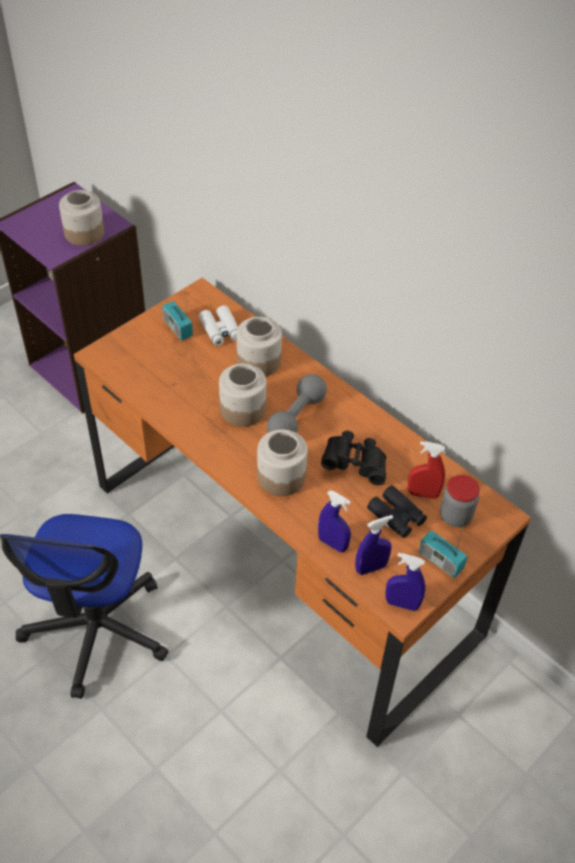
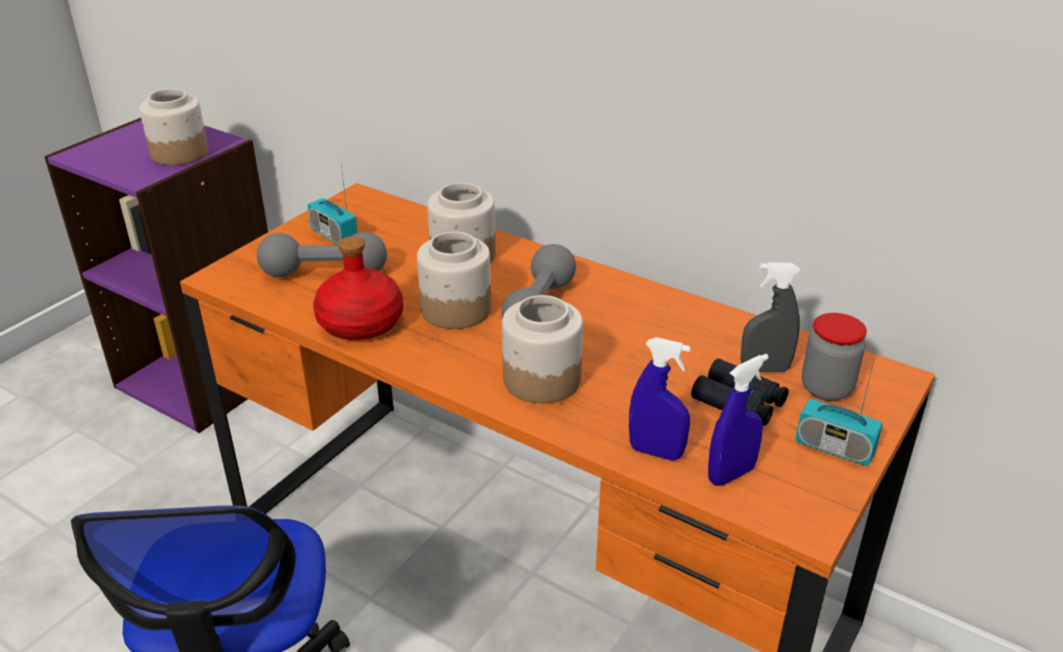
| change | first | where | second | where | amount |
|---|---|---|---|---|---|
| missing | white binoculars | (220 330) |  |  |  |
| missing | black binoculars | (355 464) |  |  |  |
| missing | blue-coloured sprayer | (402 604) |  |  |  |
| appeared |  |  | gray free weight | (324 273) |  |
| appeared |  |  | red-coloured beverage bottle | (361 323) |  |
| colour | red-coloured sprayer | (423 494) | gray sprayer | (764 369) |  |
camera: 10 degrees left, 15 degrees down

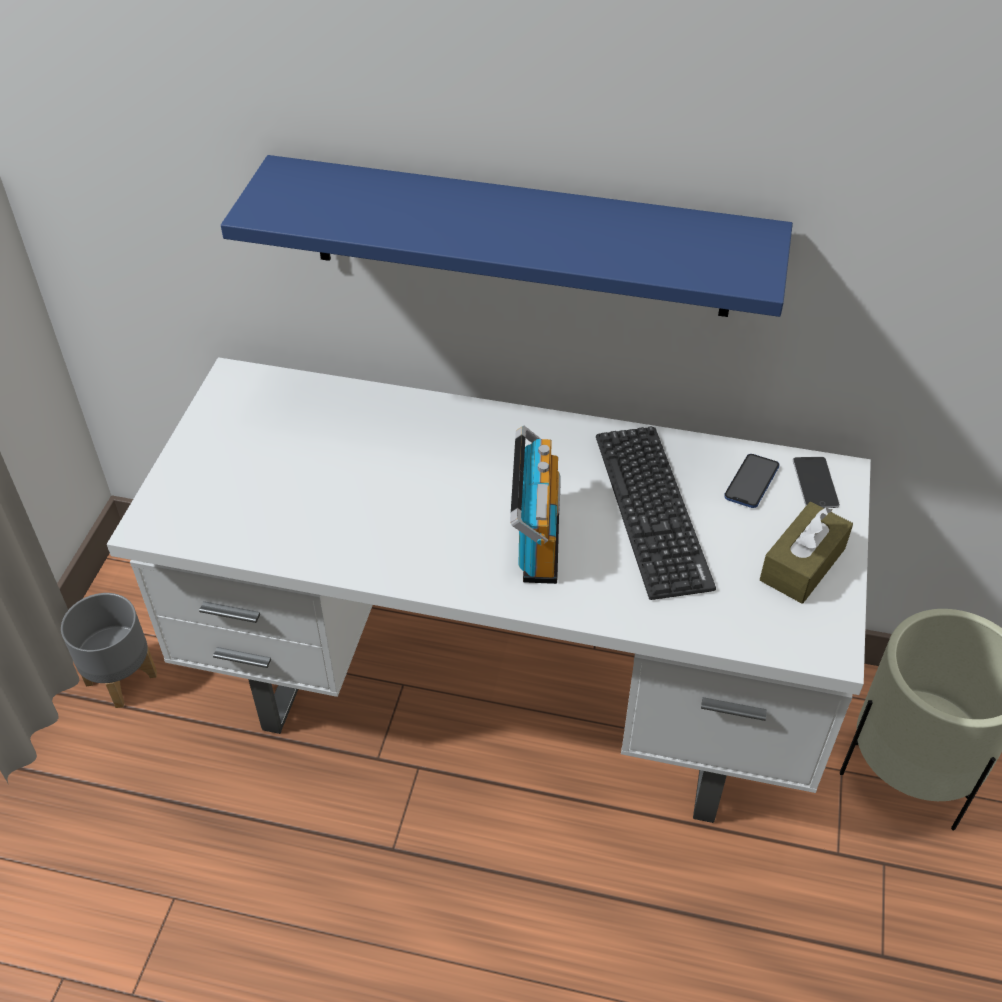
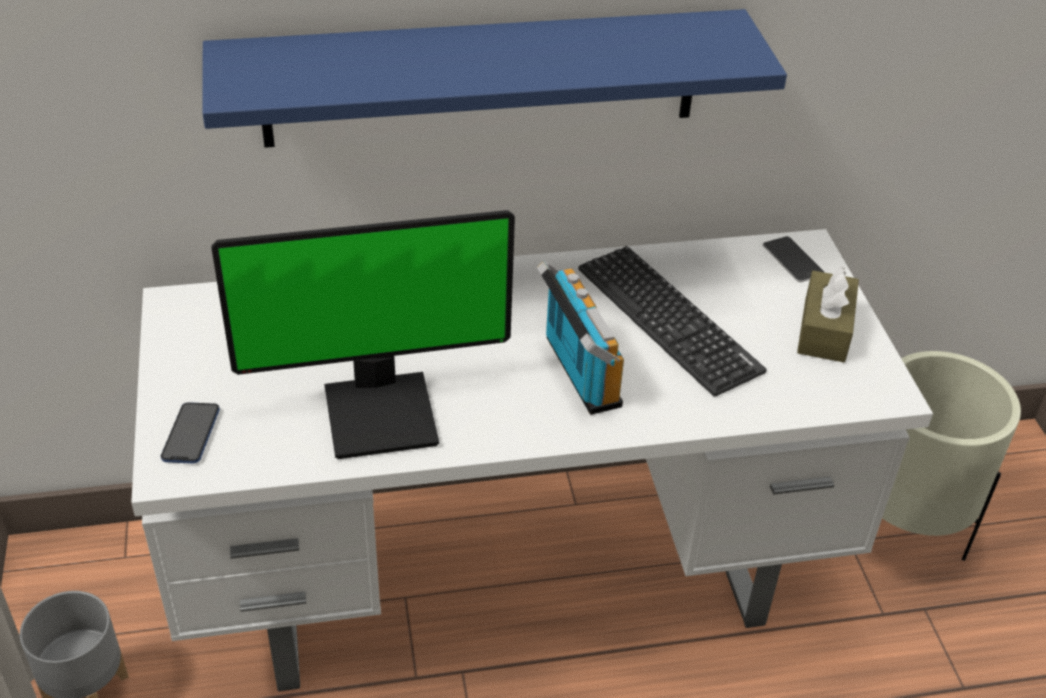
| change | first | where | second | where | amount |
|---|---|---|---|---|---|
| appeared |  |  | computer screen | (381 412) |  |
| relocated | handset | (751 482) |  | (191 434) |  |
camera: 25 degrees left, 5 degrees down

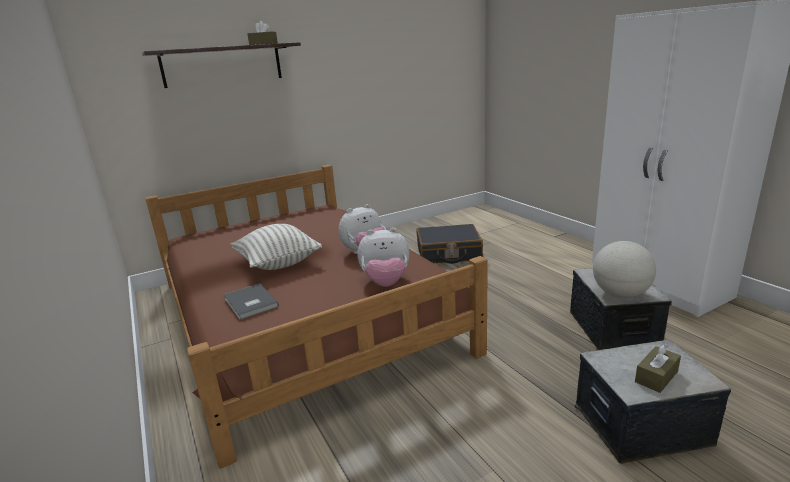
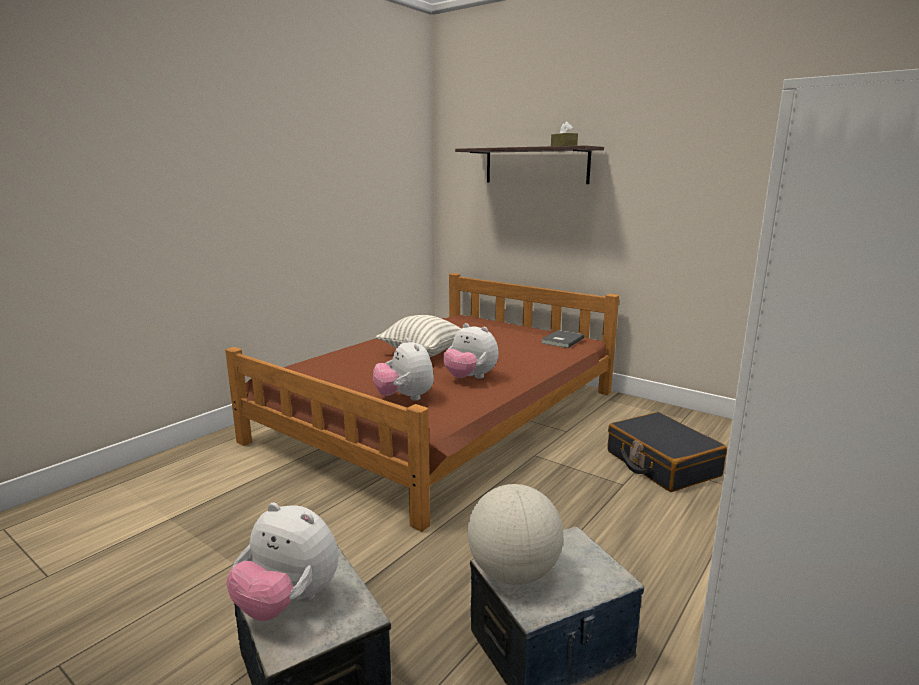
| change | first | where | second | where | amount |
|---|---|---|---|---|---|
| relocated | gray bound book | (249 303) |  | (561 340) |  |
| exchanged | brown-coloured tissue box | (656 376) | soft toy | (288 602) |  |
camera: 65 degrees right, 5 degrees down

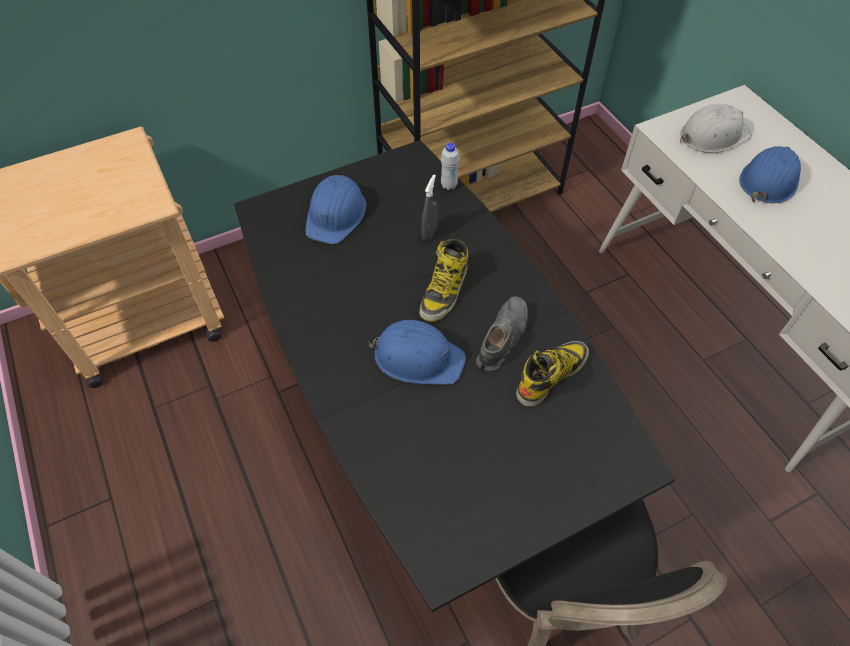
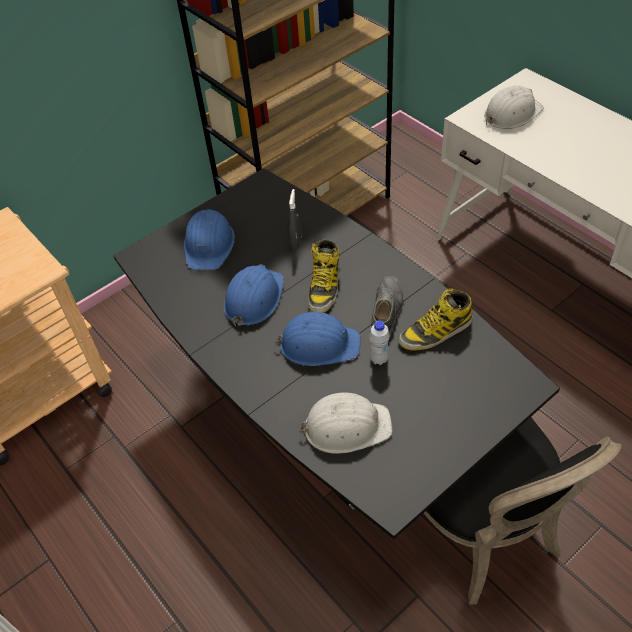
| change | first | where | second | where | amount |
|---|---|---|---|---|---|
| appeared |  |  | white hard hat | (346 426) |  |
| relocated | white beverage bottle | (449 185) |  | (379 359) |  |
| relocated | blue-coloured hard hat | (769 180) |  | (253 298) |  |
| spun | tall boot | (551 375) |  | (435 332) | 150 degrees counterclockwise |
camera: 10 degrees left, 5 degrees down

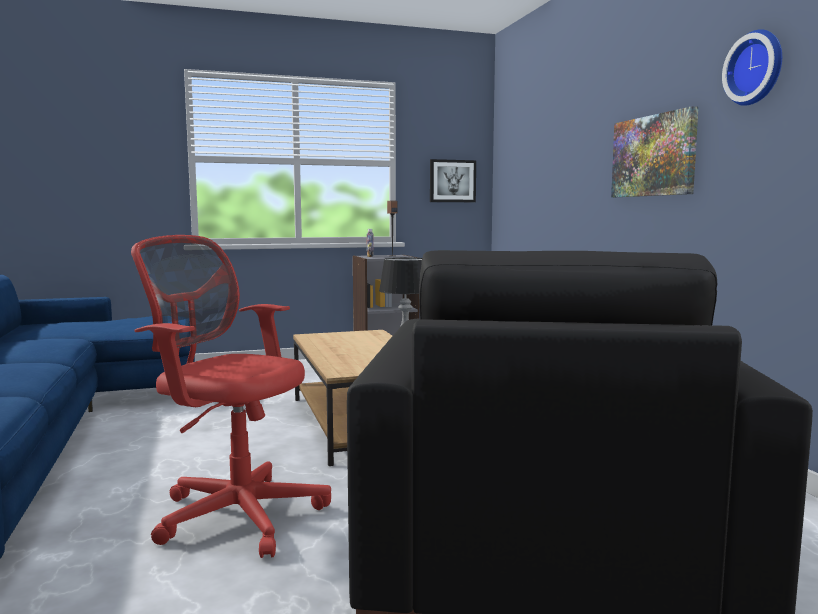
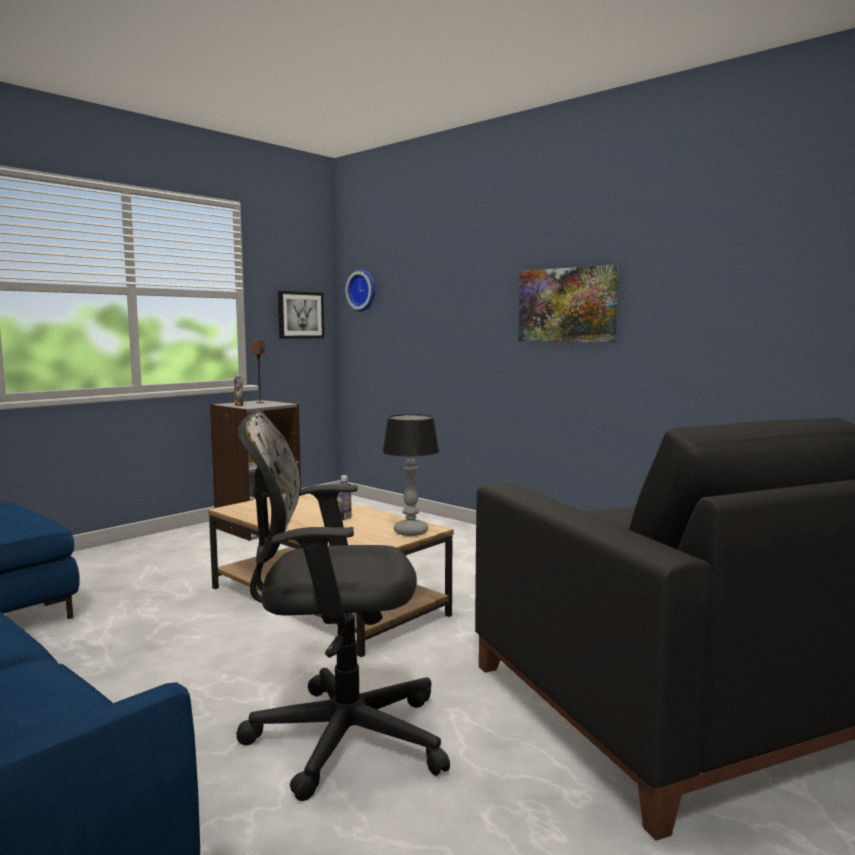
| change | first | where | second | where | amount |
|---|---|---|---|---|---|
| appeared |  |  | beverage bottle | (344 518) |  |
| relocated | hanging clock | (757 68) |  | (363 290) |  |
| colour | red-coloured desk chair | (235 513) | black desk chair | (337 737) |  |
camera: 30 degrees left, 0 degrees up

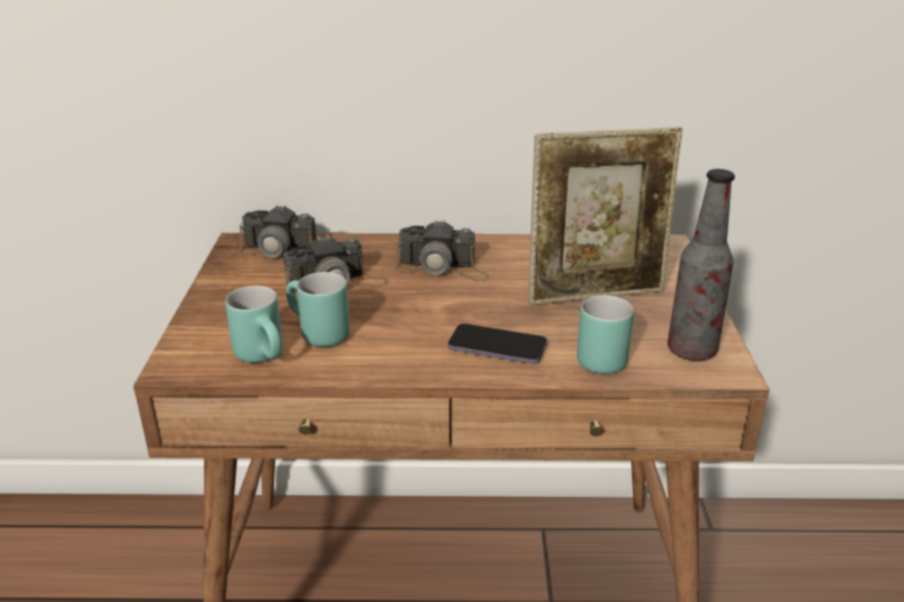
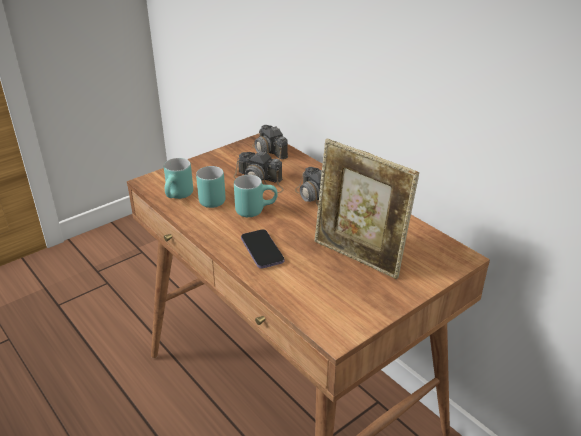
| change | first | where | second | where | amount |
|---|---|---|---|---|---|
| missing | beverage bottle | (691 351) |  |  |  |
| relocated | blue-green tea mug | (603 356) |  | (255 210) |  |
camera: 50 degrees right, 5 degrees up

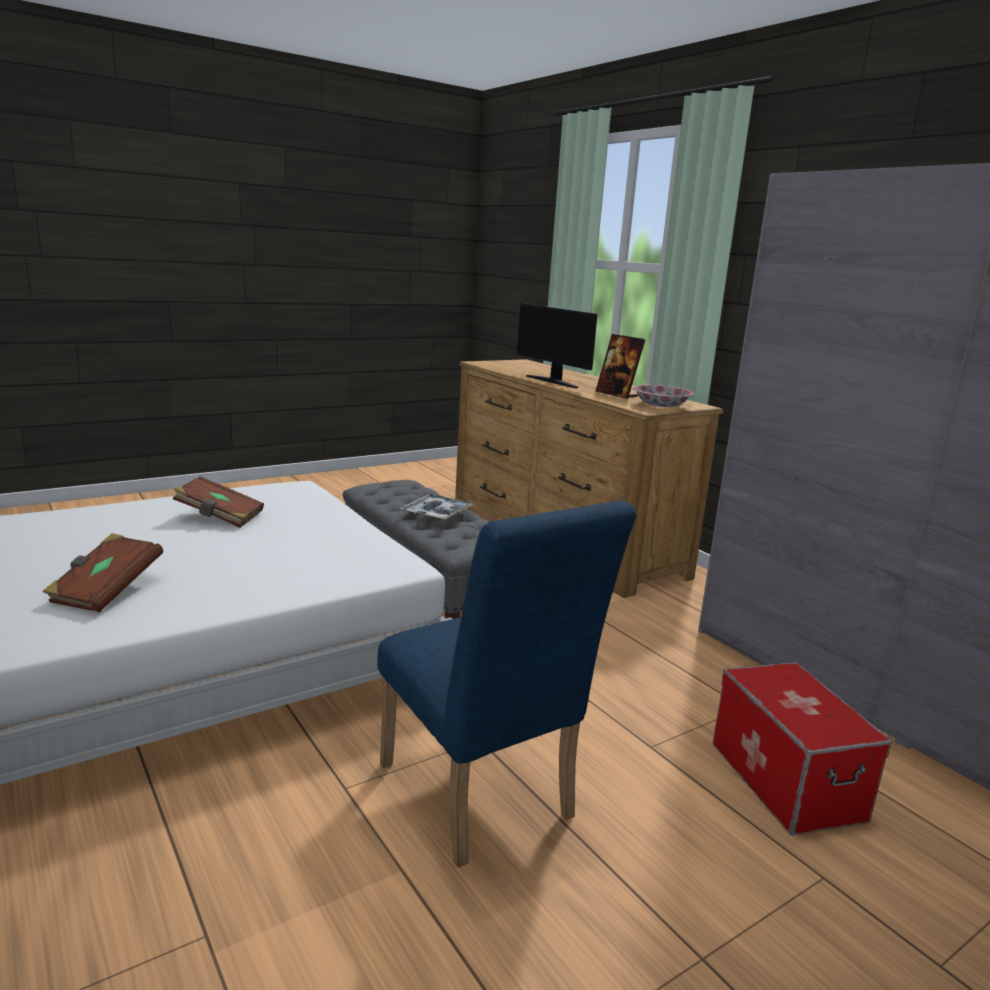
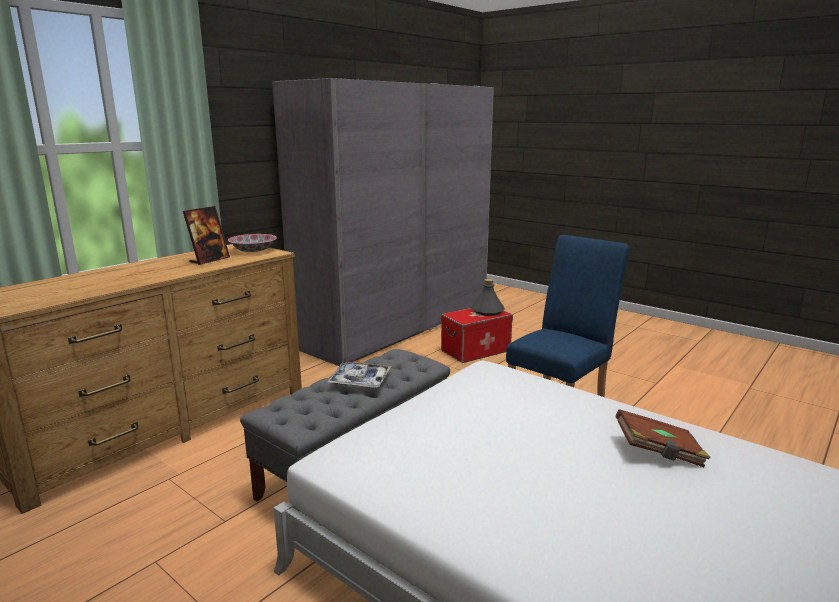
| change | first | where | second | where | amount |
|---|---|---|---|---|---|
| missing | brown-coloured bound book | (219 517) |  |  |  |
| missing | computer screen | (553 381) |  |  |  |
| appeared |  |  | gray beverage bottle | (487 311) |  |
camera: 105 degrees left, 0 degrees up

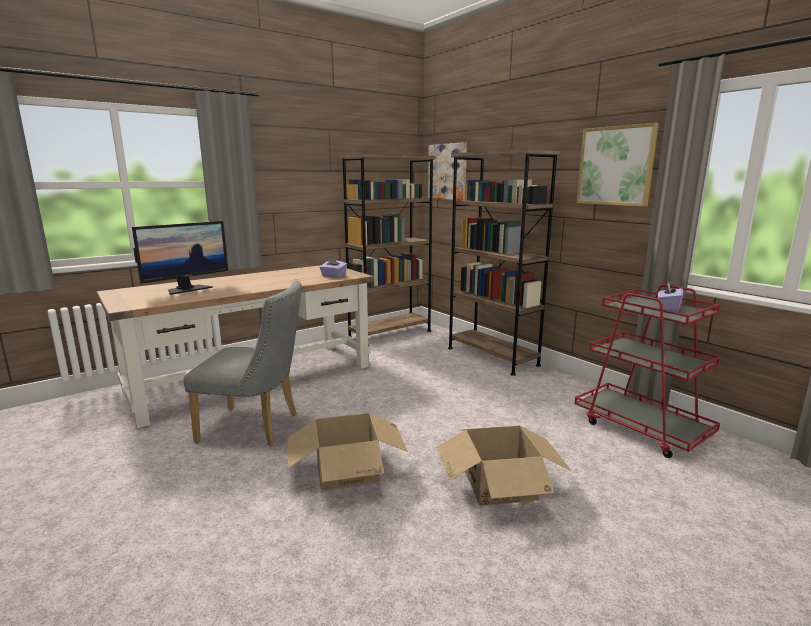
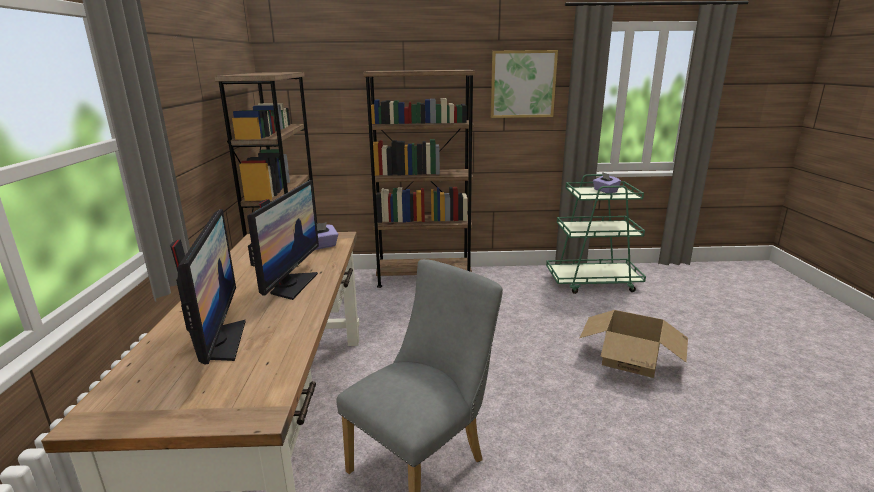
| change | first | where | second | where | amount |
|---|---|---|---|---|---|
| missing | carton | (347 469) |  |  |  |
| missing | wall picture | (448 172) |  |  |  |
| appeared |  |  | computer screen | (291 285) |  |
| colour | red-coloured wheeled cart | (641 428) | green-coloured wheeled cart | (593 282) |  |
camera: 55 degrees left, 5 degrees up

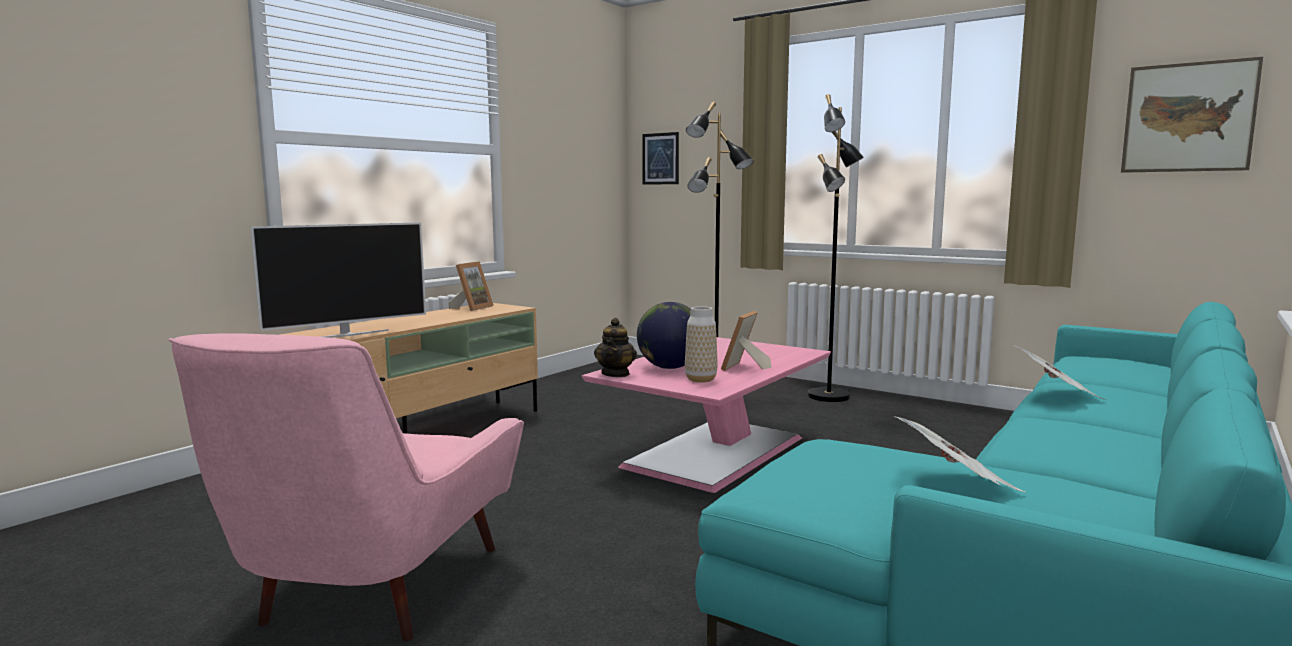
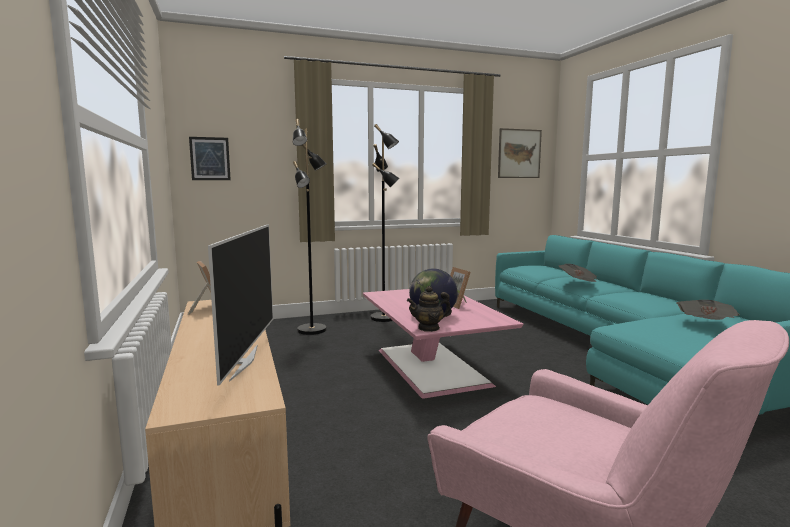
| change | first | where | second | where | amount |
|---|---|---|---|---|---|
| missing | flower vase | (700 379) |  |  |  |
| spun | pot for tea | (616 374) |  | (429 328) | 120 degrees clockwise |
camera: 55 degrees left, 0 degrees up

